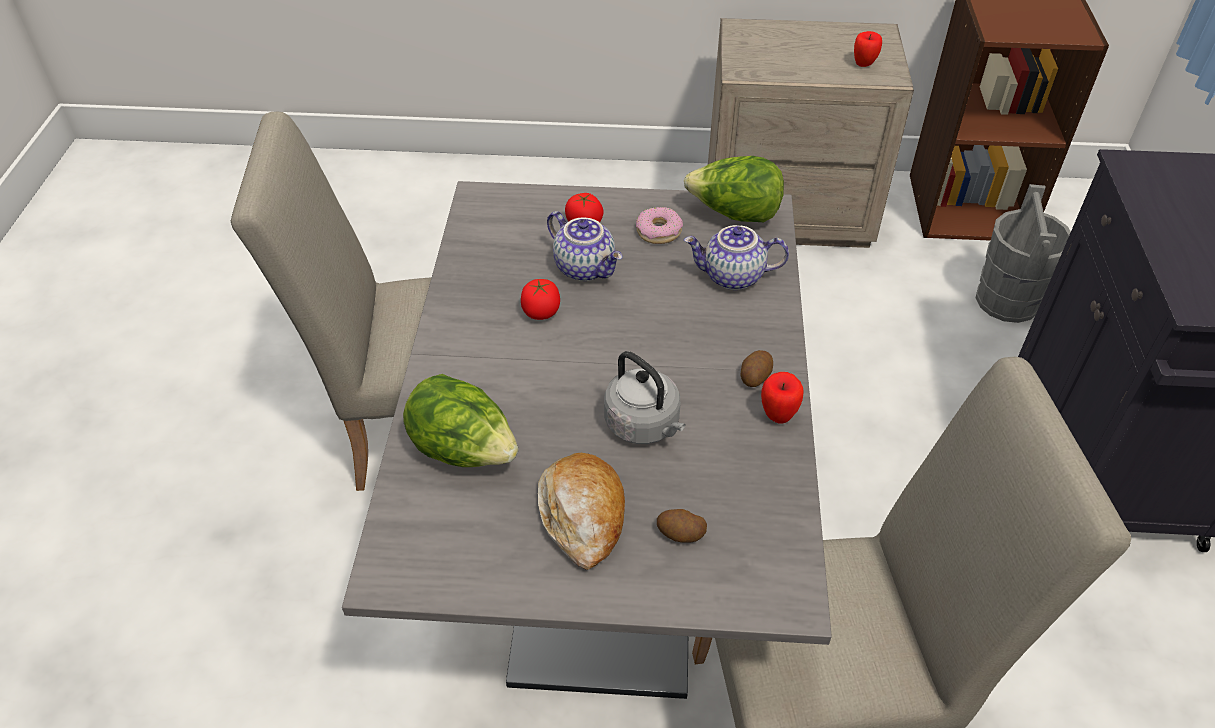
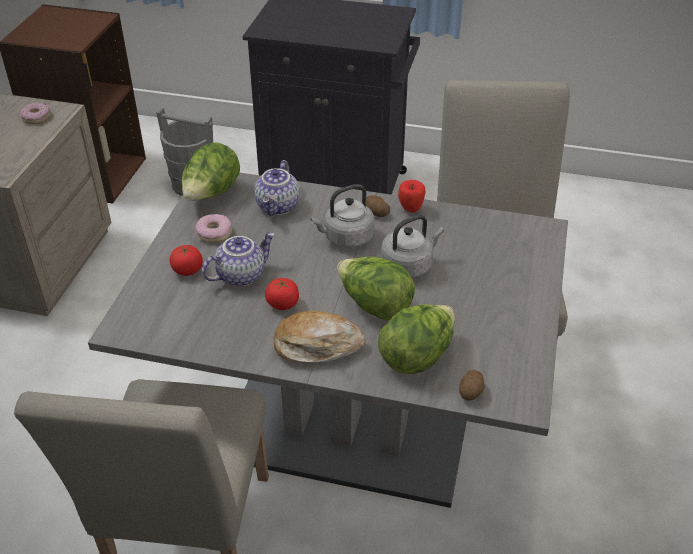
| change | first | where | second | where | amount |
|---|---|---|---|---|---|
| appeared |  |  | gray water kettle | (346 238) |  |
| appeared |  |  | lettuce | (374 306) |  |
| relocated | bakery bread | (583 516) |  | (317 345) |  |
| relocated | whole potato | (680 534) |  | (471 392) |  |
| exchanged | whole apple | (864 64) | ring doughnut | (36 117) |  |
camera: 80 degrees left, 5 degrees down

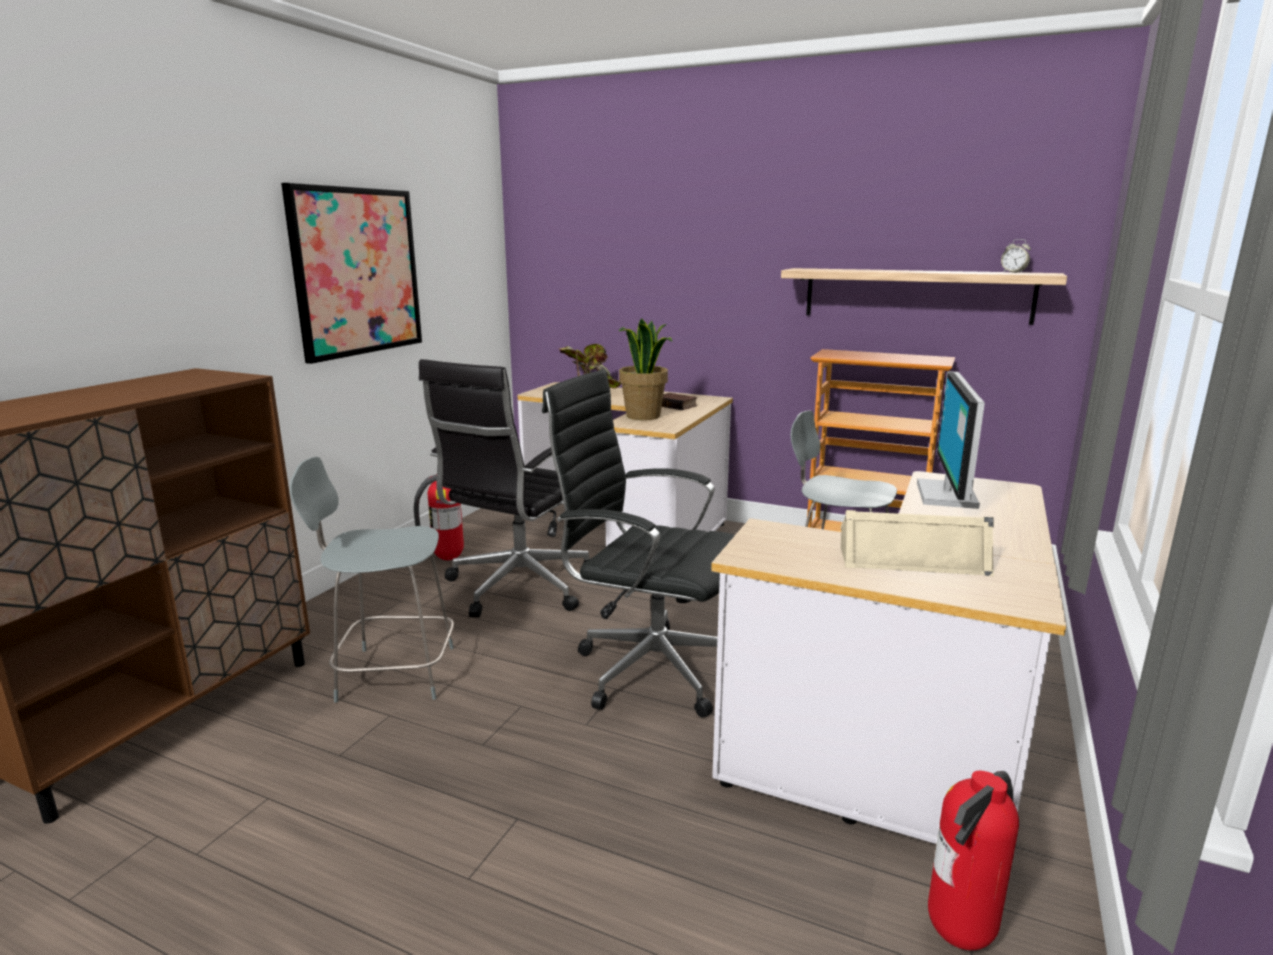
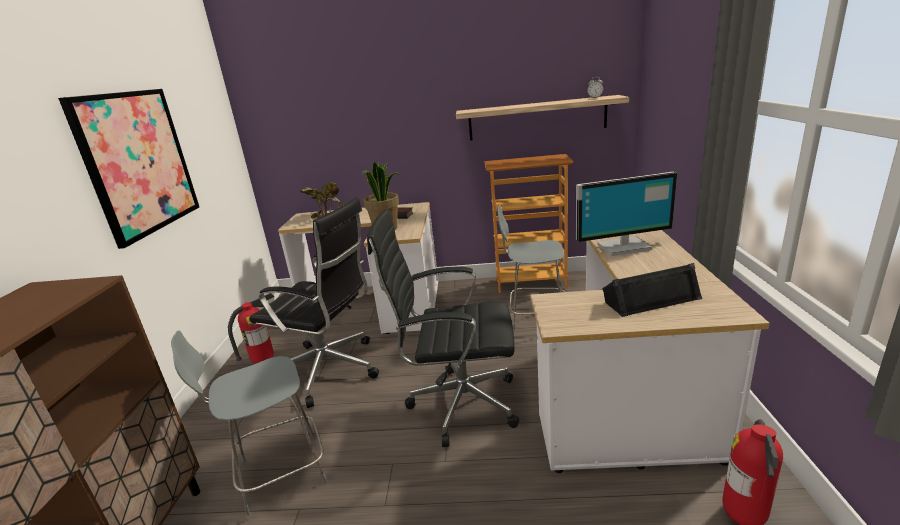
| change | first | where | second | where | amount |
|---|---|---|---|---|---|
| colour | beige audio speaker | (912 558) | black audio speaker | (650 299) |  |
| spun | black desk chair | (517 587) |  | (330 370) | 75 degrees counterclockwise |
| spun | computer screen | (950 495) |  | (623 246) | 90 degrees counterclockwise |
camera: 20 degrees left, 5 degrees up

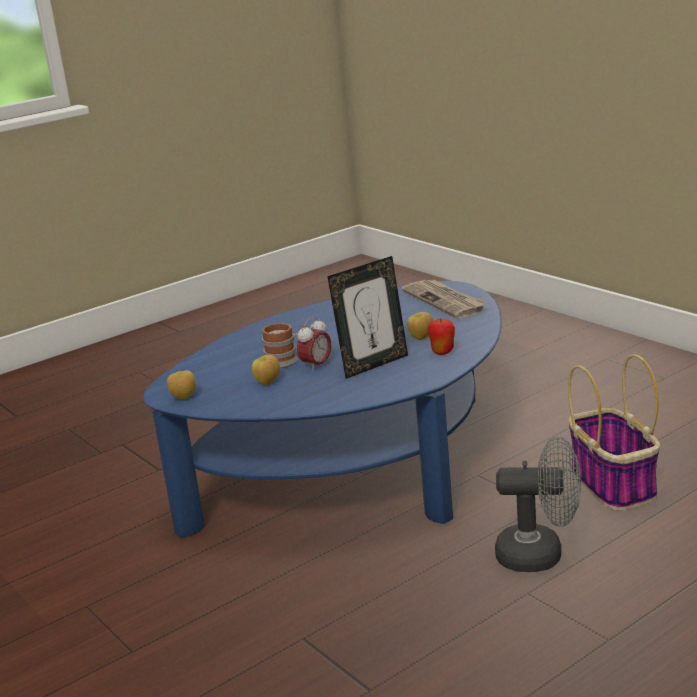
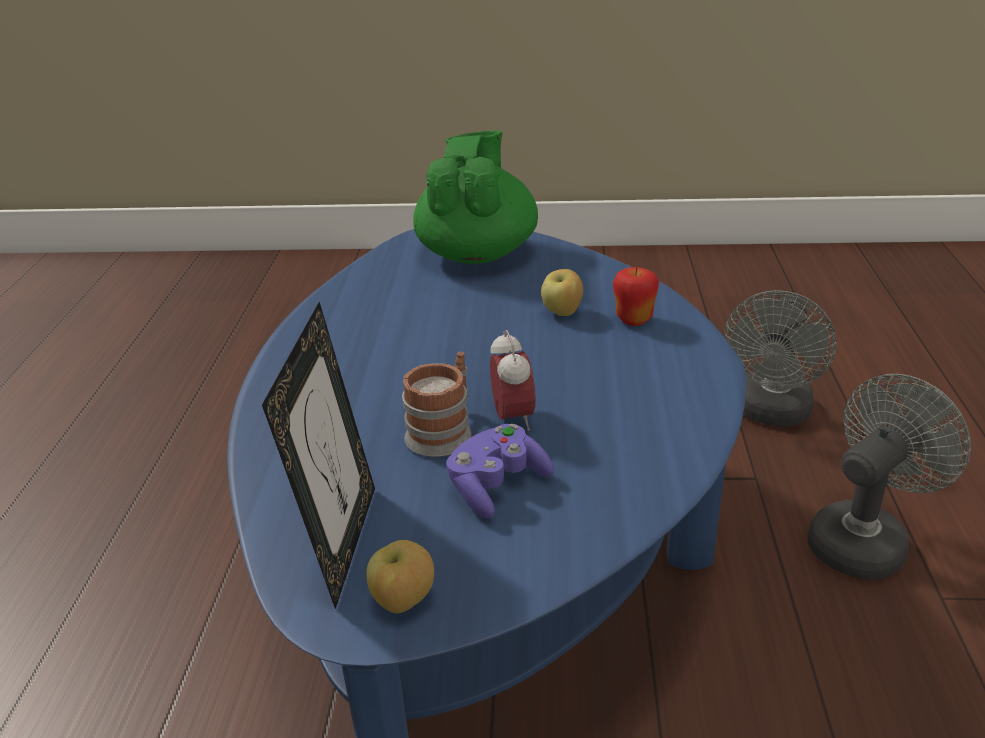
| change | first | where | second | where | amount |
|---|---|---|---|---|---|
| relocated | photo frame | (373 365) |  | (342 543) |  |
| exchanged | whole apple | (267 382) | purplish gamepad | (497 486) |  |
| exchanged | daily paper | (445 301) | green-coloured pot for tea | (477 253) |  |
| exchanged | storage basket | (614 484) | gray fan | (770 414) |  |
camera: 50 degrees left, 10 degrees up

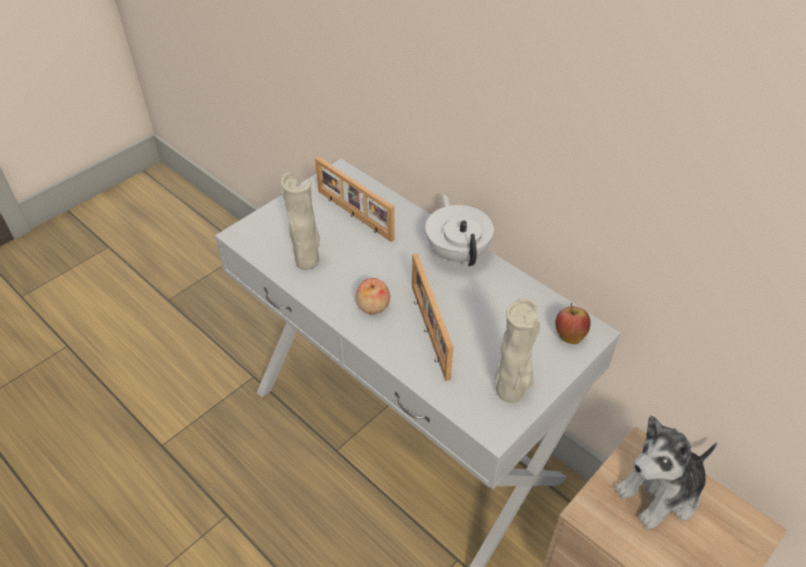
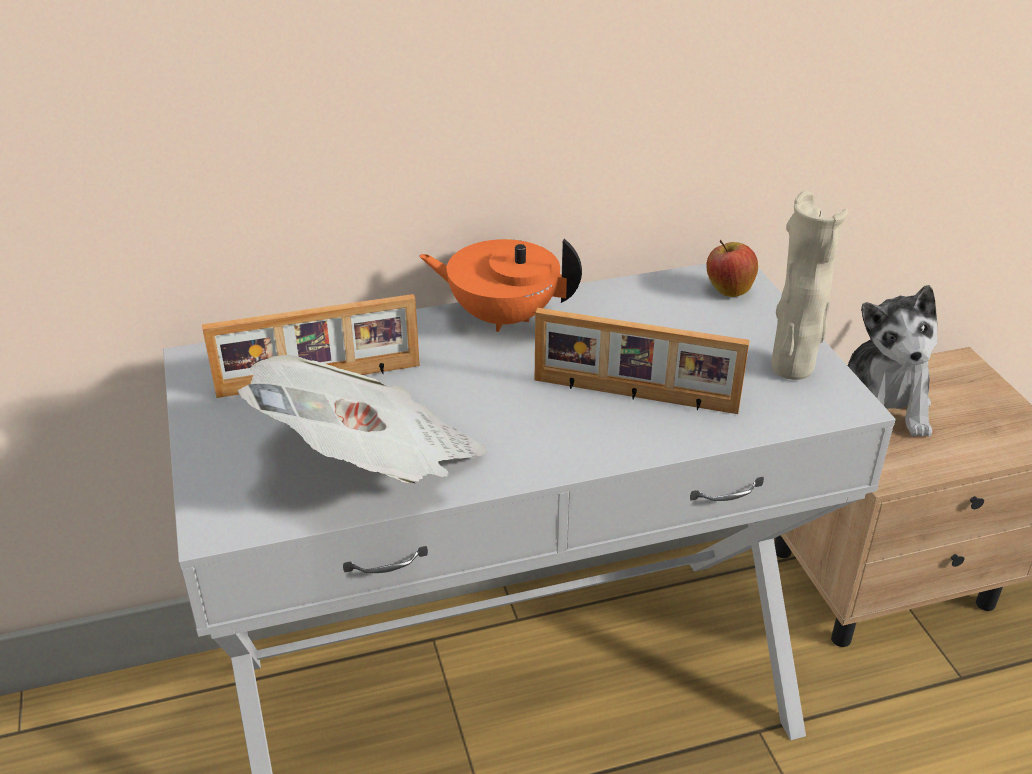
| change | first | where | second | where | amount |
|---|---|---|---|---|---|
| missing | whole apple | (373 305) |  |  |  |
| exchanged | beige flower vase | (307 261) | daily paper | (373 464) |  |
| colour | white pot for tea | (458 252) | orange pot for tea | (502 316) |  |
camera: 60 degrees left, 10 degrees down

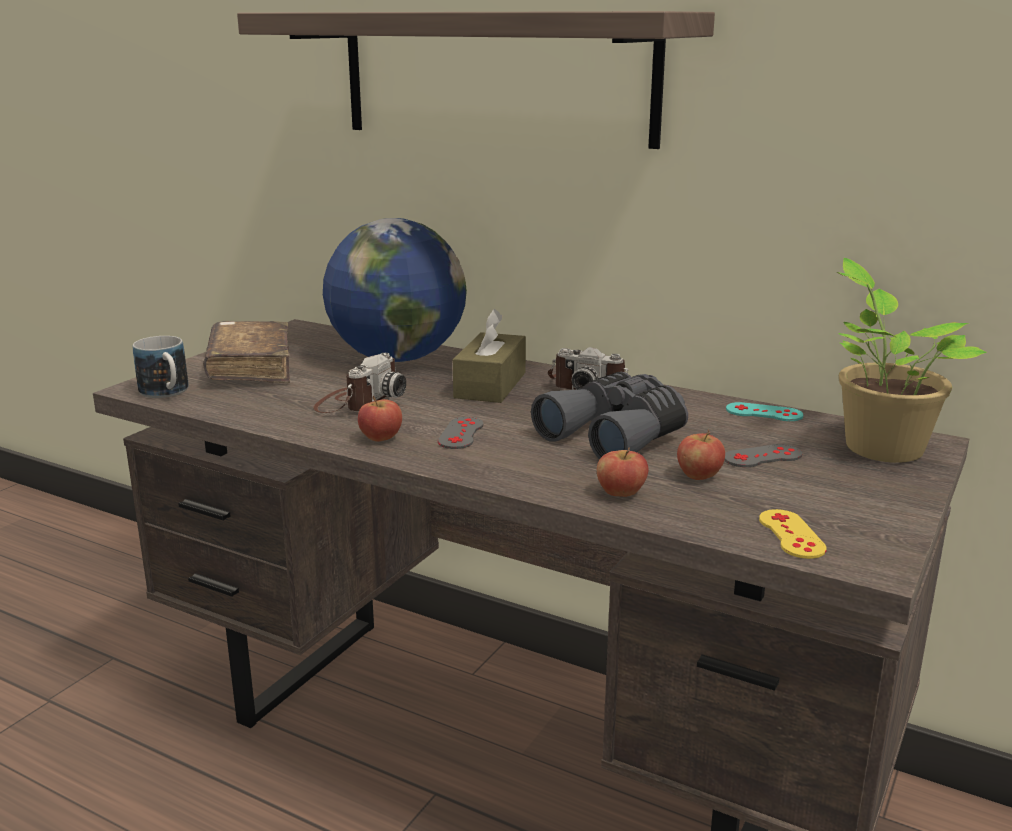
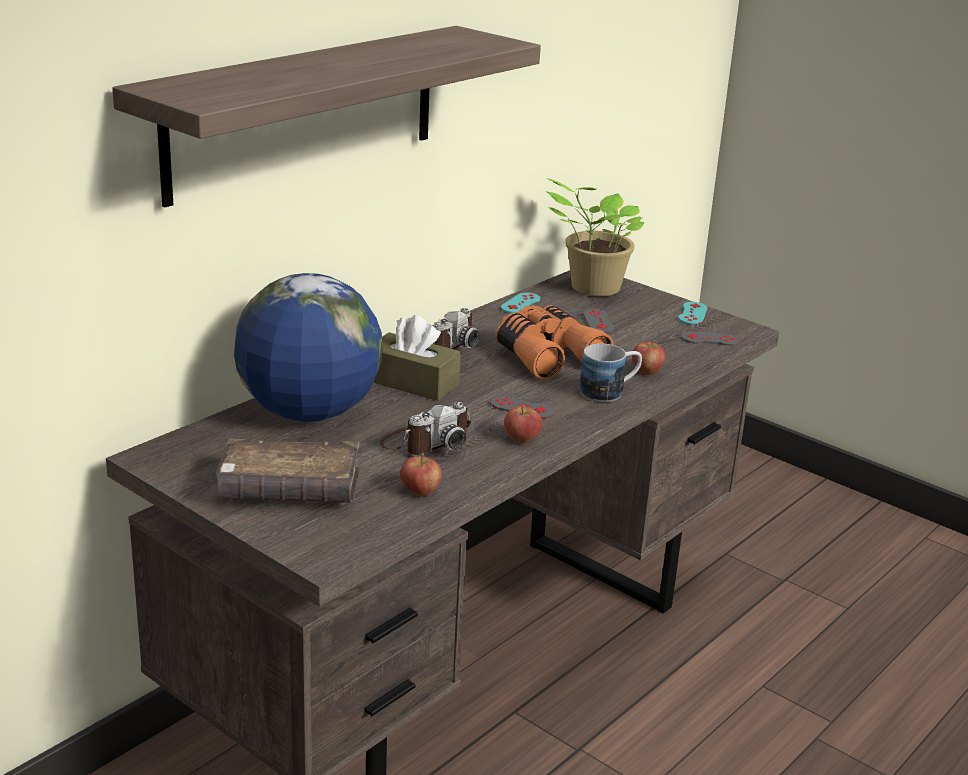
| change | first | where | second | where | amount |
|---|---|---|---|---|---|
| appeared |  |  | blue-green gamepad | (692 313) |  |
| relocated | tea mug | (167 393) |  | (610 391) |  |
| relocated | whole apple | (698 476) |  | (420 492) |  |
| colour | gray binoculars | (617 435) | orange binoculars | (546 355) |  |
| colour | yellowish gamepad | (791 534) | gray gamepad | (709 339) |  |
| spun | photo camera | (358 401) |  | (426 442) | 105 degrees clockwise |
camera: 80 degrees left, 5 degrees up

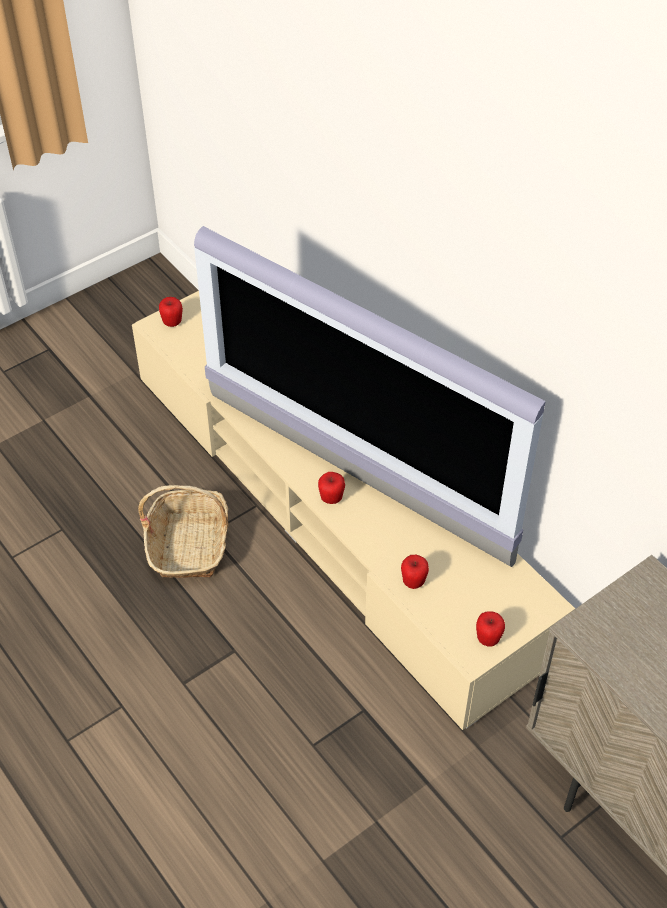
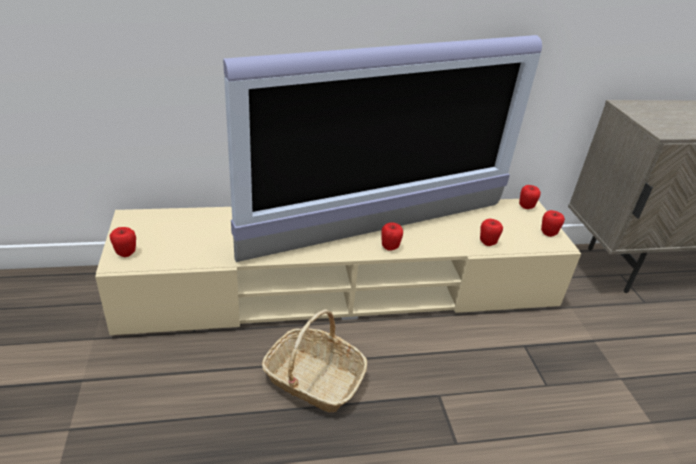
| change | first | where | second | where | amount |
|---|---|---|---|---|---|
| appeared |  |  | whole apple | (526 207) |  |
camera: 65 degrees left, 15 degrees down

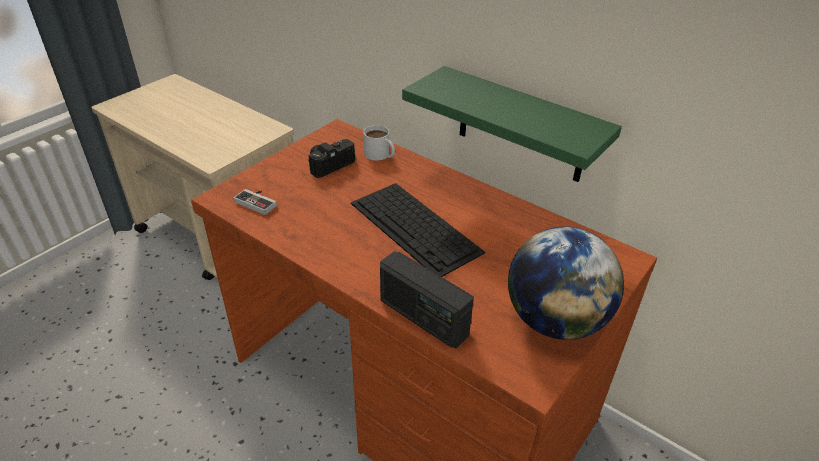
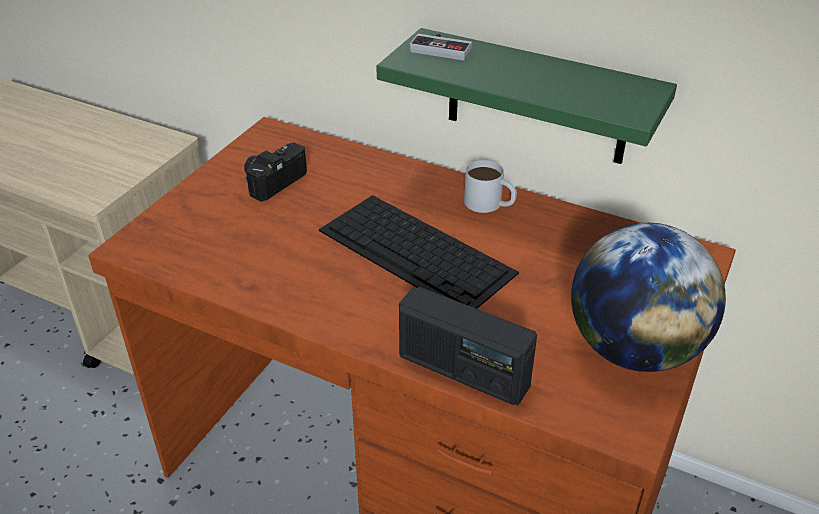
| change | first | where | second | where | amount |
|---|---|---|---|---|---|
| relocated | gamepad | (258 202) |  | (442 48) |  |
| relocated | white tea mug | (380 155) |  | (489 204) |  |
camera: 10 degrees left, 0 degrees up

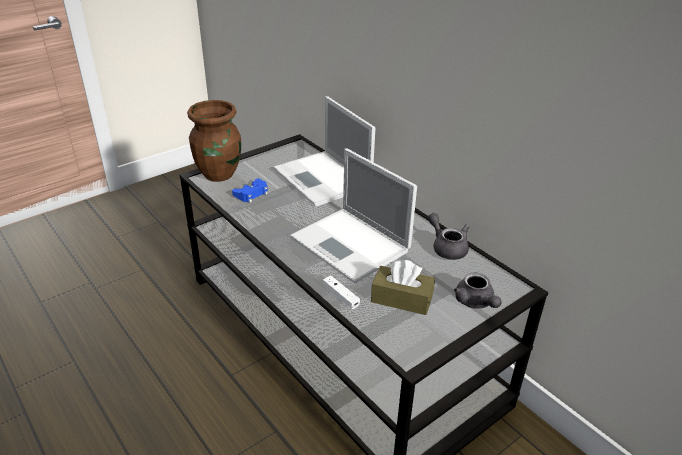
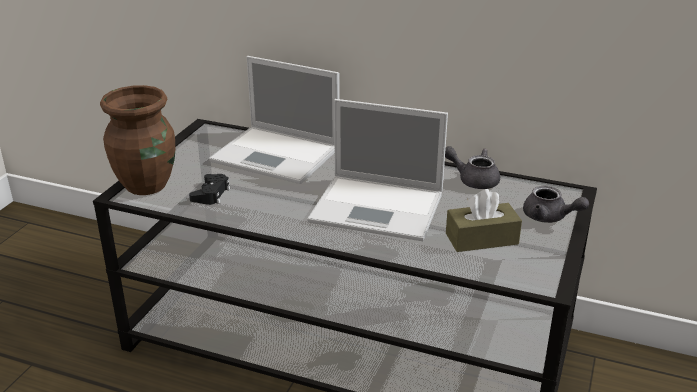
| change | first | where | second | where | amount |
|---|---|---|---|---|---|
| missing | white gamepad | (341 296) |  |  |  |
| colour | blue-coloured gamepad | (252 194) | black gamepad | (211 194) |  |
camera: 30 degrees left, 5 degrees down

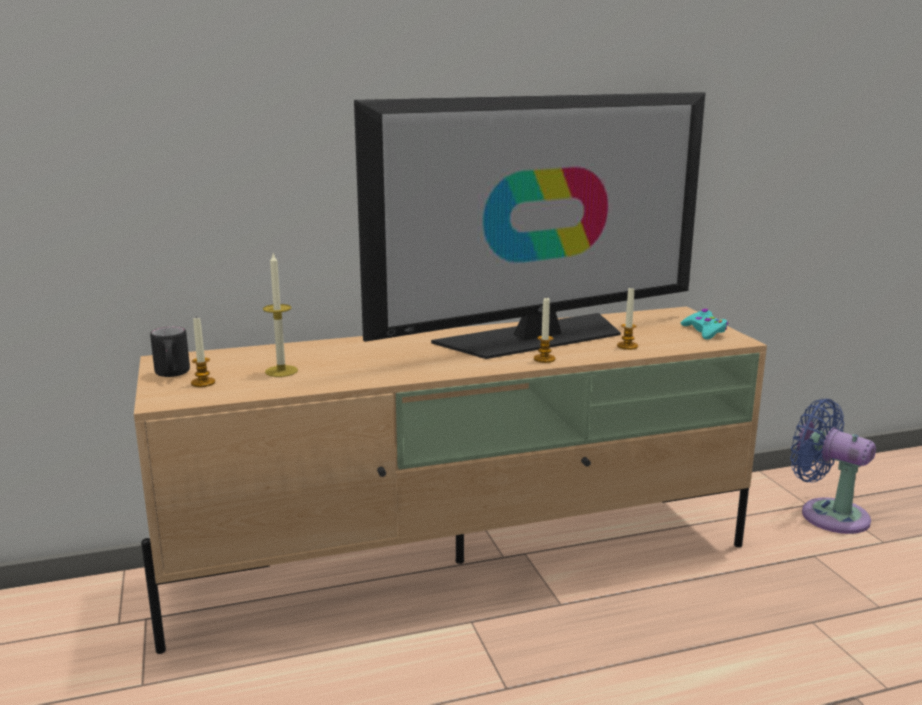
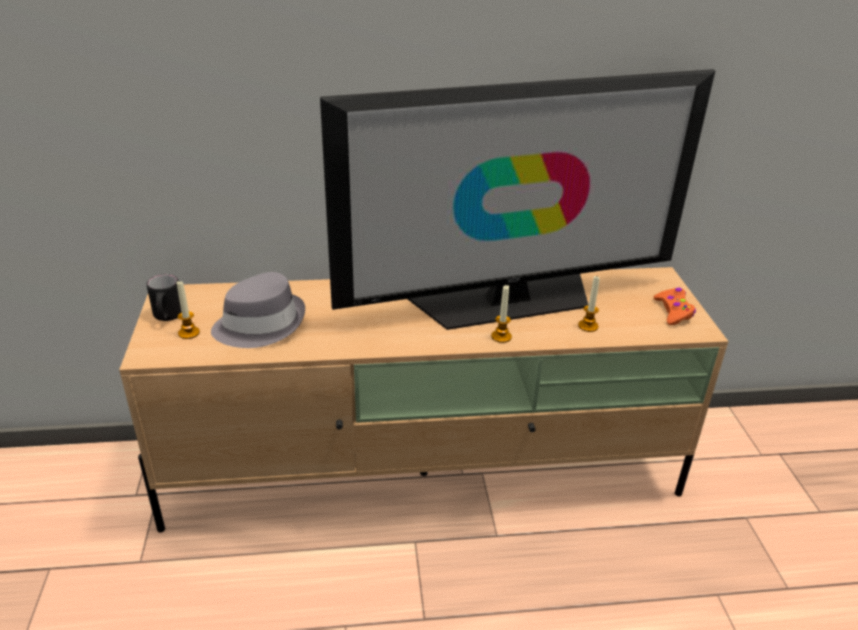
| change | first | where | second | where | amount |
|---|---|---|---|---|---|
| missing | blue-coloured fan | (827 514) |  |  |  |
| exchanged | candle | (281 371) | gray hat | (260 324) |  |
| colour | blue-green gamepad | (704 331) | orange gamepad | (673 311) |  |
camera: 10 degrees right, 15 degrees up

